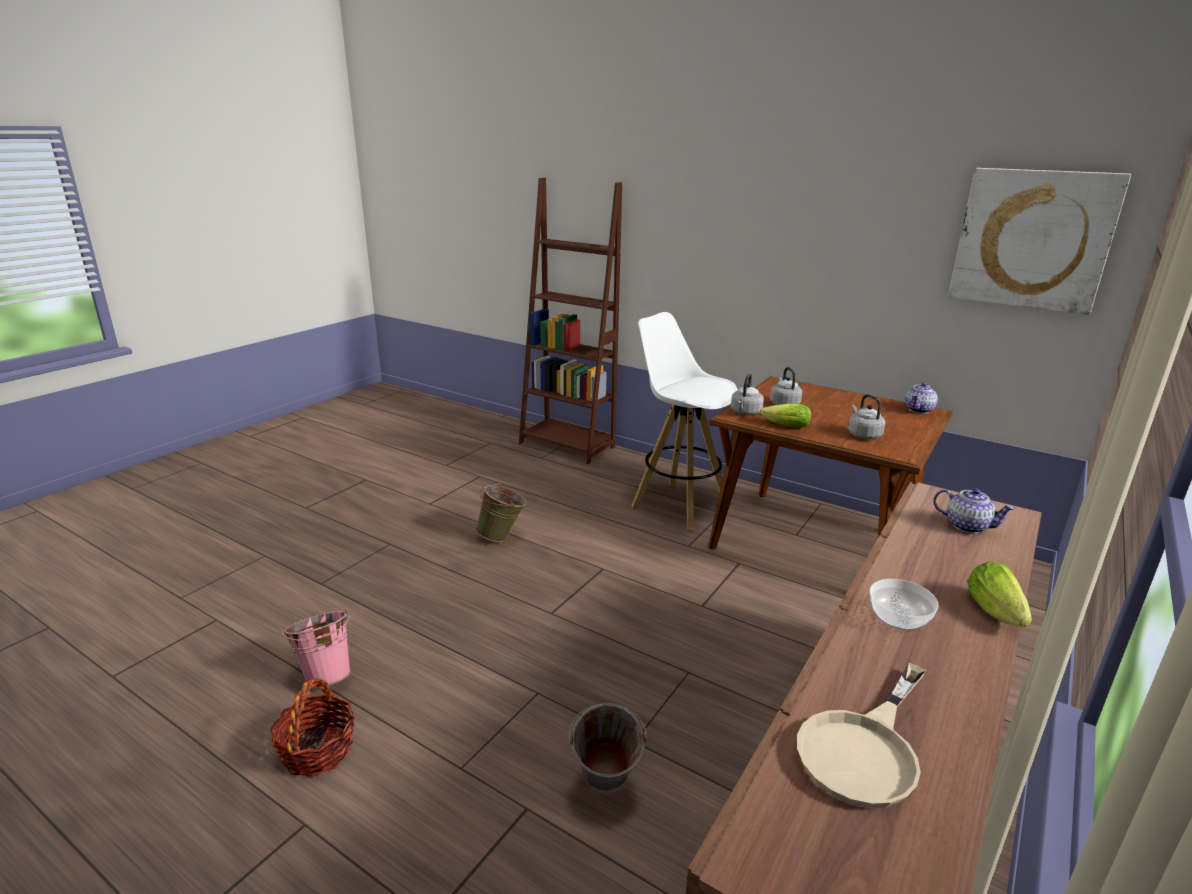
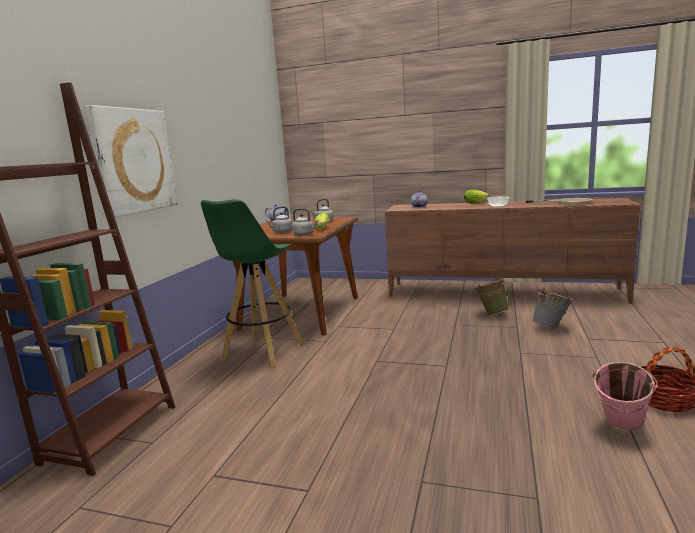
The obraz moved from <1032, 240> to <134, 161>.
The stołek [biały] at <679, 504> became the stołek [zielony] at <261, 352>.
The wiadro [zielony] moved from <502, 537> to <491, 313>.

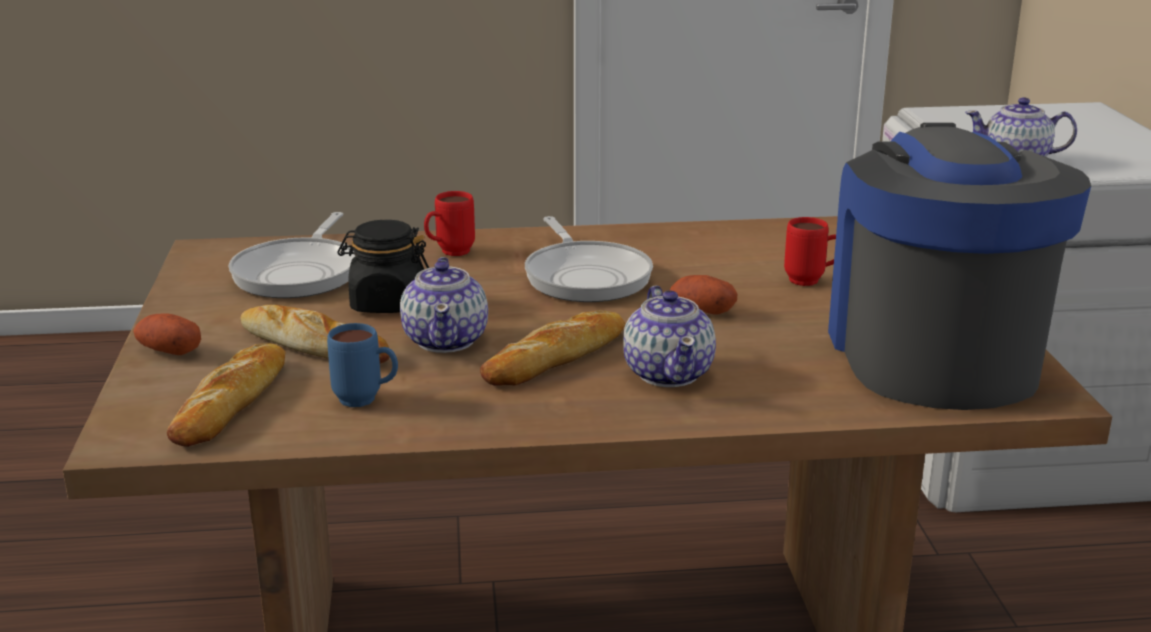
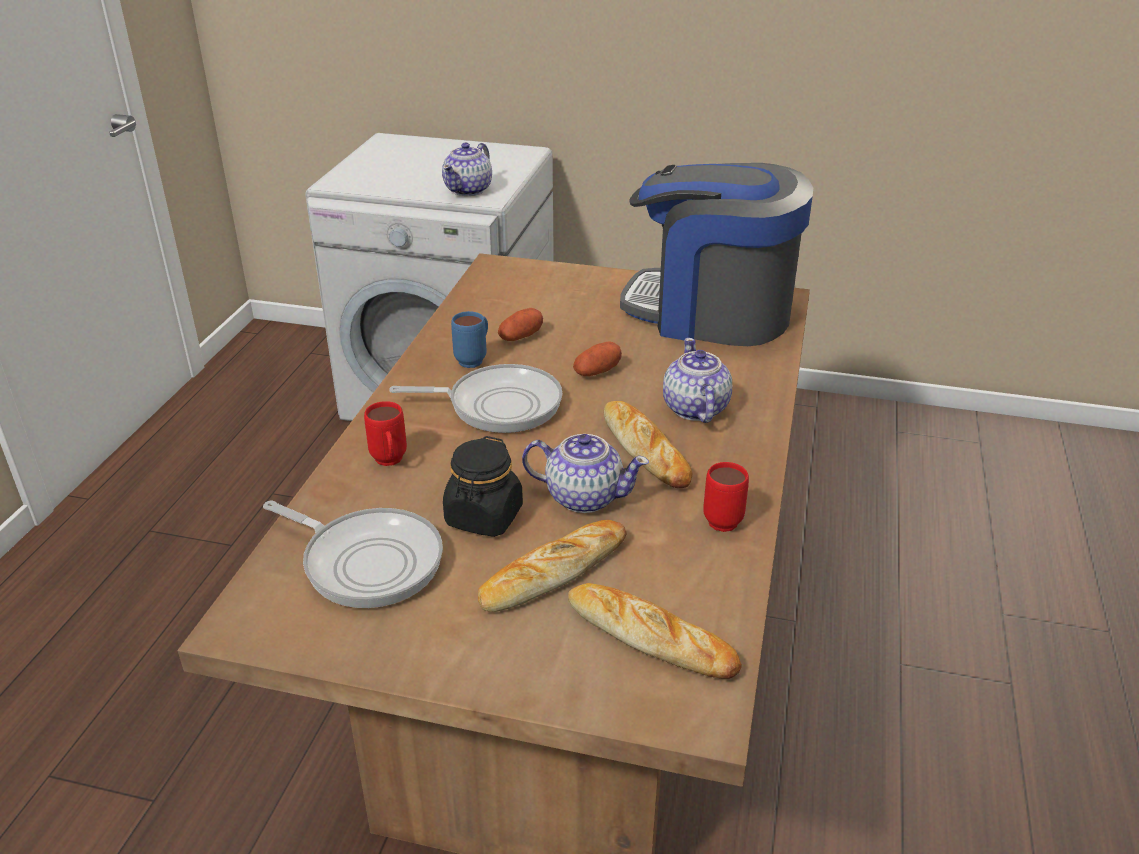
The kubek [czerwony] moved from <812, 281> to <726, 518>.
The imbryk at <669, 373> turned 105 degrees counterclockwise.
The ziemniak moved from <169, 351> to <521, 337>.
The kubek [niebieski] moved from <367, 401> to <474, 359>.

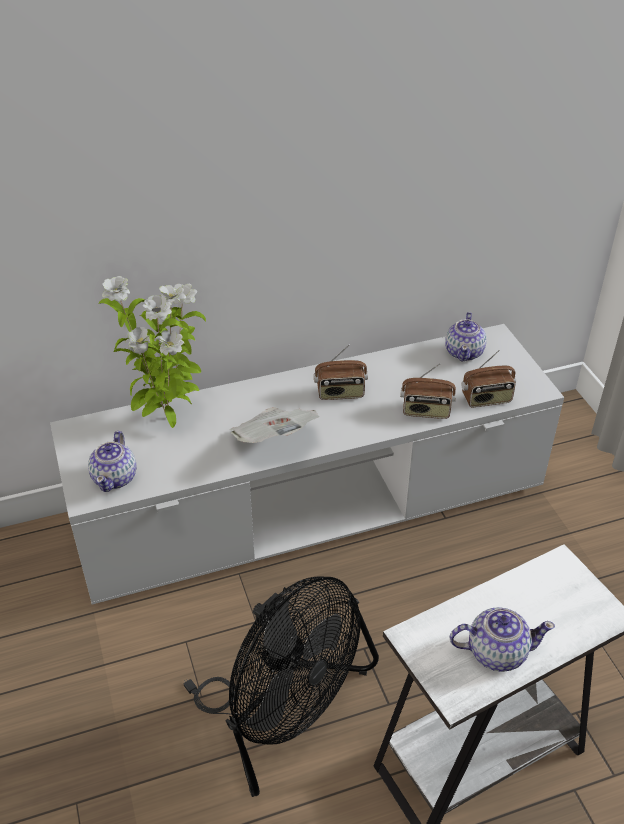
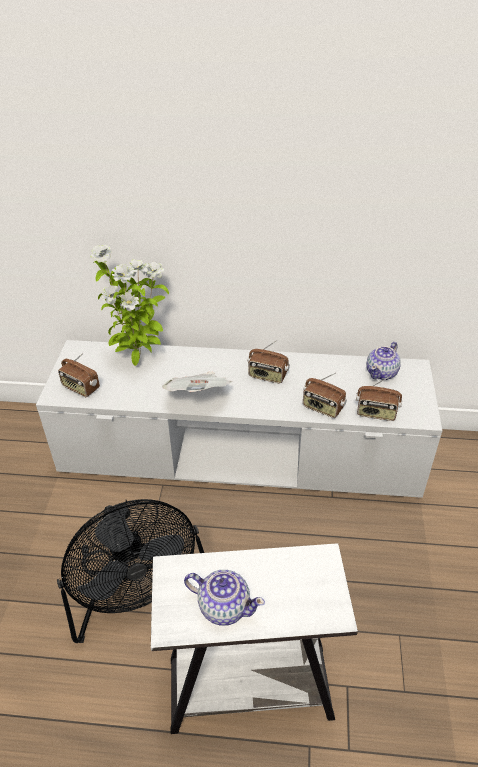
The imbryk at <115, 477> was replaced by the radio at <80, 388>.

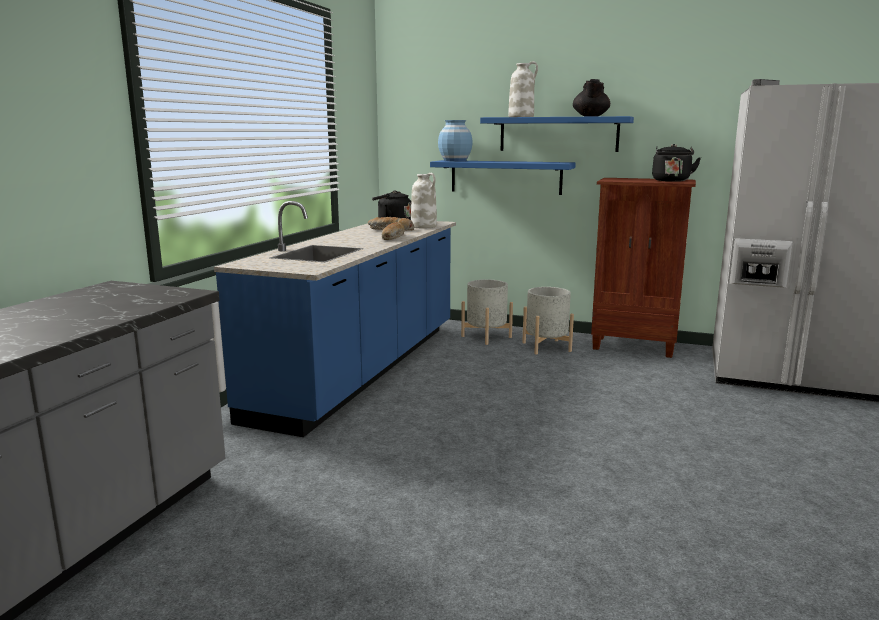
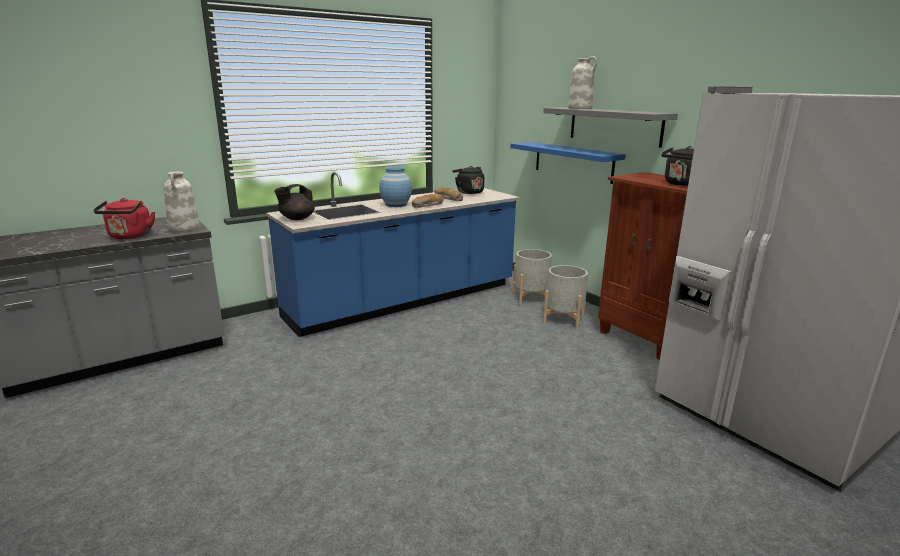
The imbryk [czarny] moved from <590, 116> to <296, 218>.
The półka [niebieski] at <558, 134> became the półka [szary] at <614, 126>.
The wazon [niebieski] moved from <455, 160> to <395, 205>.
The wazon [biały] moved from <424, 226> to <184, 228>.
The czajnik [czerwony] at <129, 237> appeared.

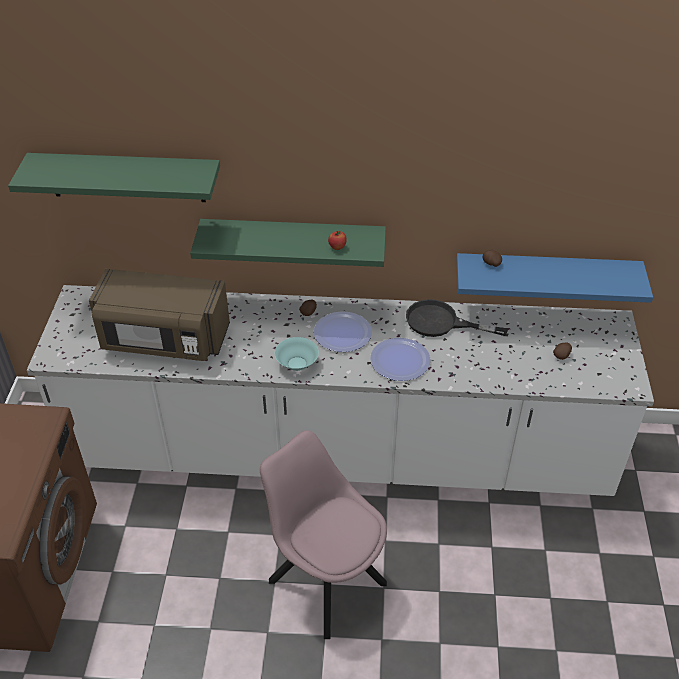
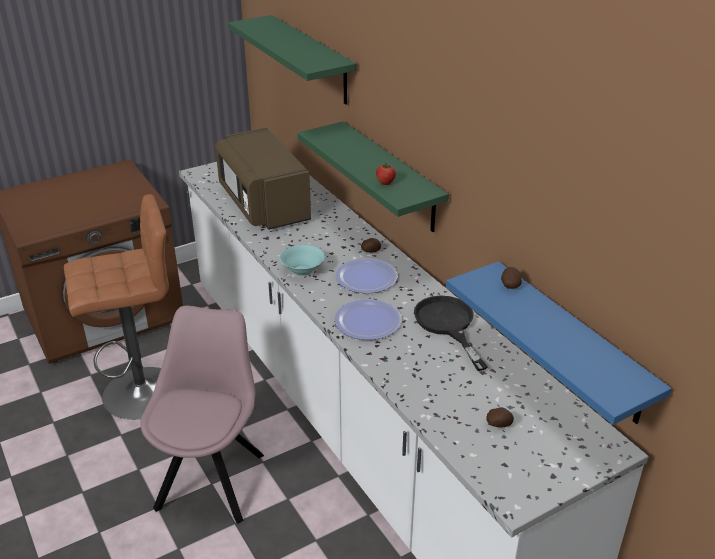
The stołek [brązowy] at <143, 393> appeared.

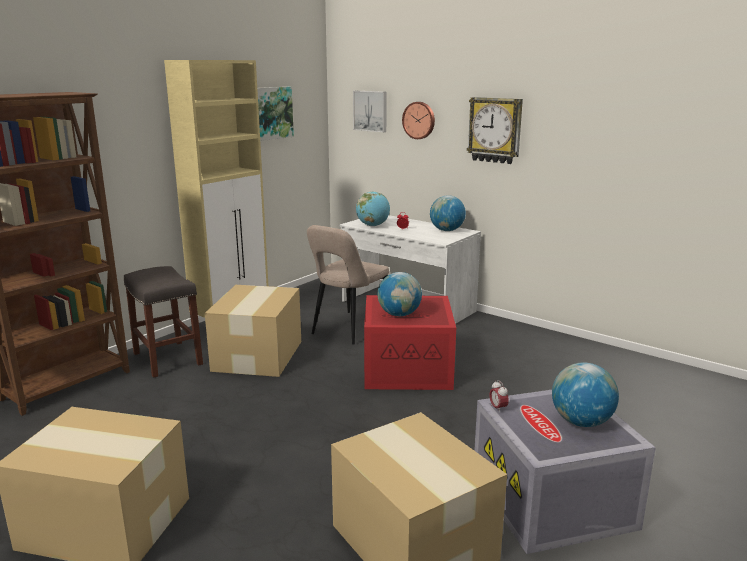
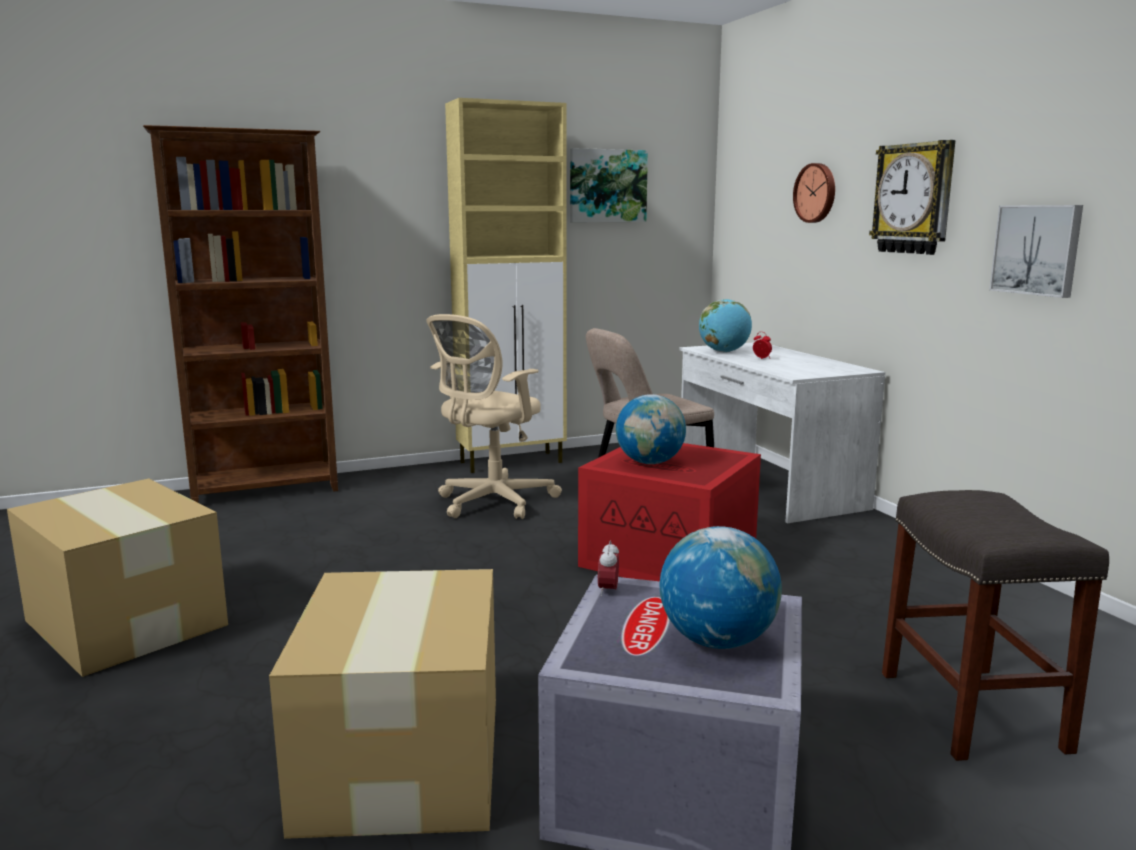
The obraz moved from <371, 111> to <1037, 249>.
The globus at <446, 230> disappeared.
The stołek [szary] moved from <166, 358> to <968, 709>.
The karton at <256, 356> was replaced by the krzesło biurowe [beżowy] at <491, 503>.

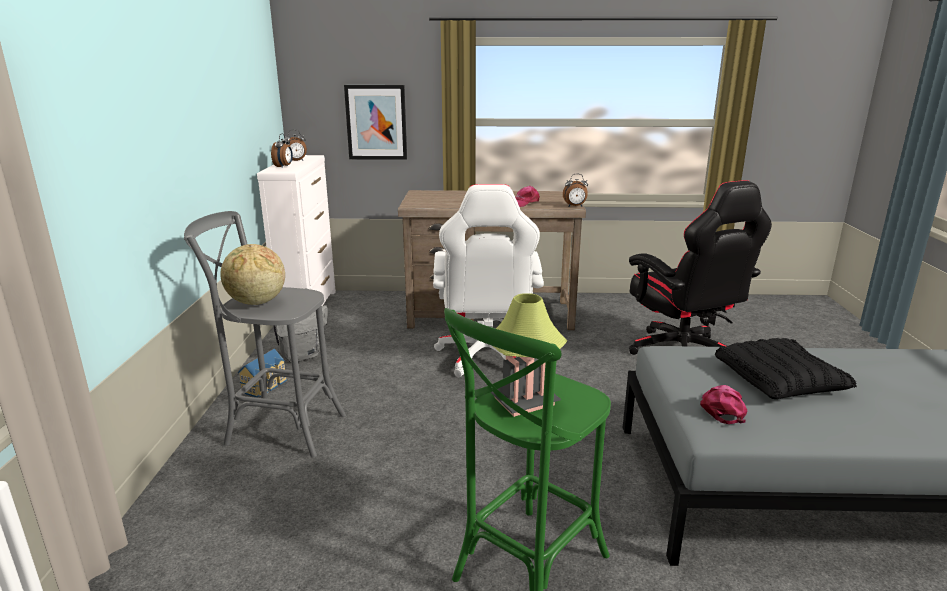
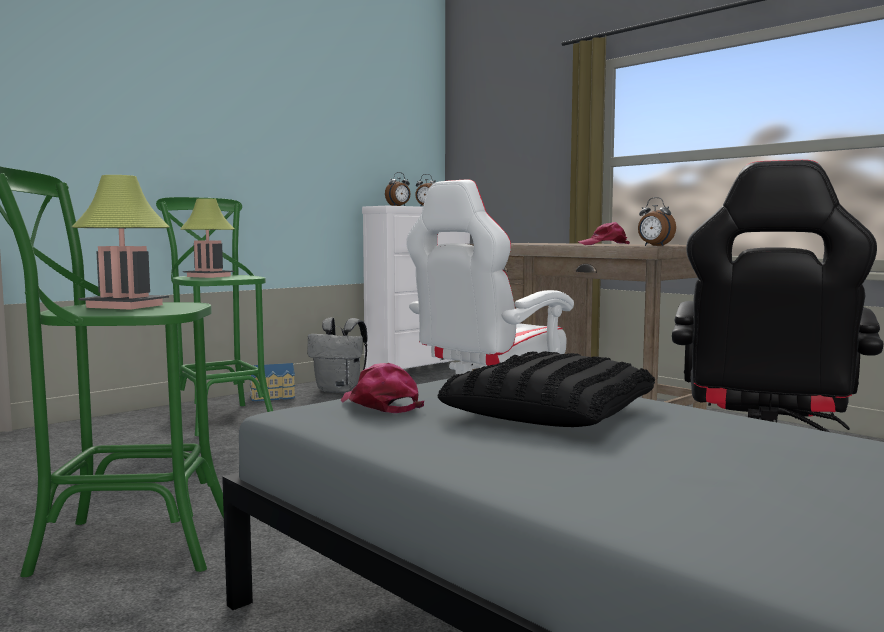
The obraz at <376, 122> disappeared.
The stołek [szary] at <281, 428> became the stołek [zielony] at <220, 417>.
The globus at <256, 302> was replaced by the lampa stołowa at <208, 276>.
The czapka z daszkiem [różowy] at <722, 409> turned 90 degrees counterclockwise.

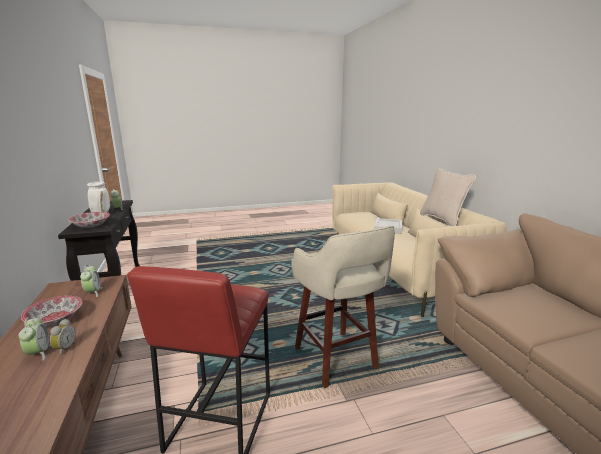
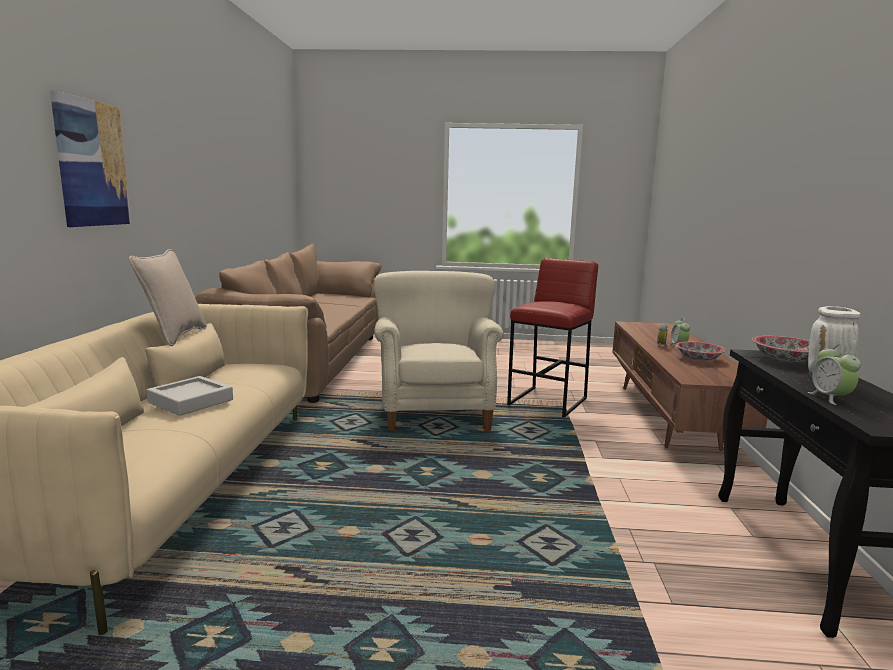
The stołek [beżowy] at <336, 360> was replaced by the fotel [beżowy] at <435, 409>.
The budzik at <93, 292> disappeared.
The obraz at <92, 163> appeared.

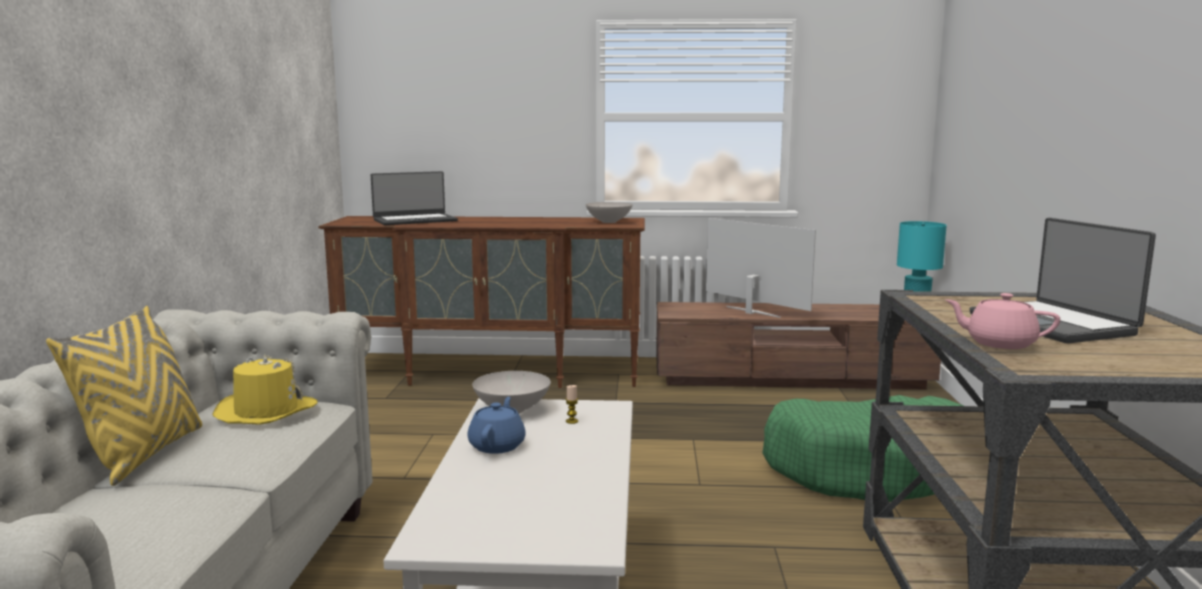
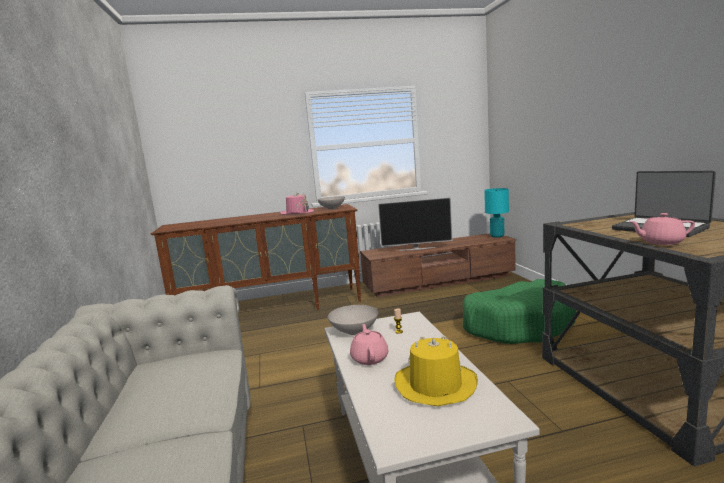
The laptop at <414, 220> disappeared.
The telewizor at <752, 312> turned 150 degrees clockwise.
The poduszka [żółty] at <143, 454> disappeared.
The kapelusz [żółty] moved from <265, 411> to <435, 385>.
The imbryk [niebieski] at <497, 445> became the imbryk [różowy] at <369, 358>.
The kapelusz [różowy] at <297, 213> appeared.

